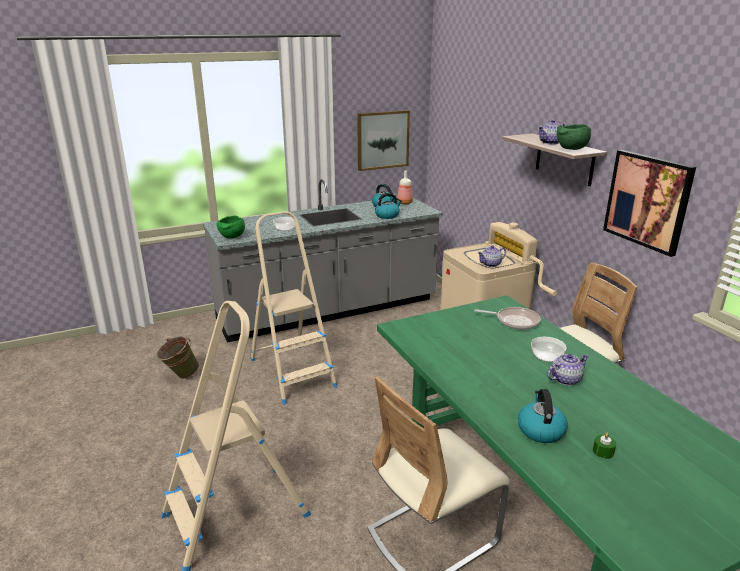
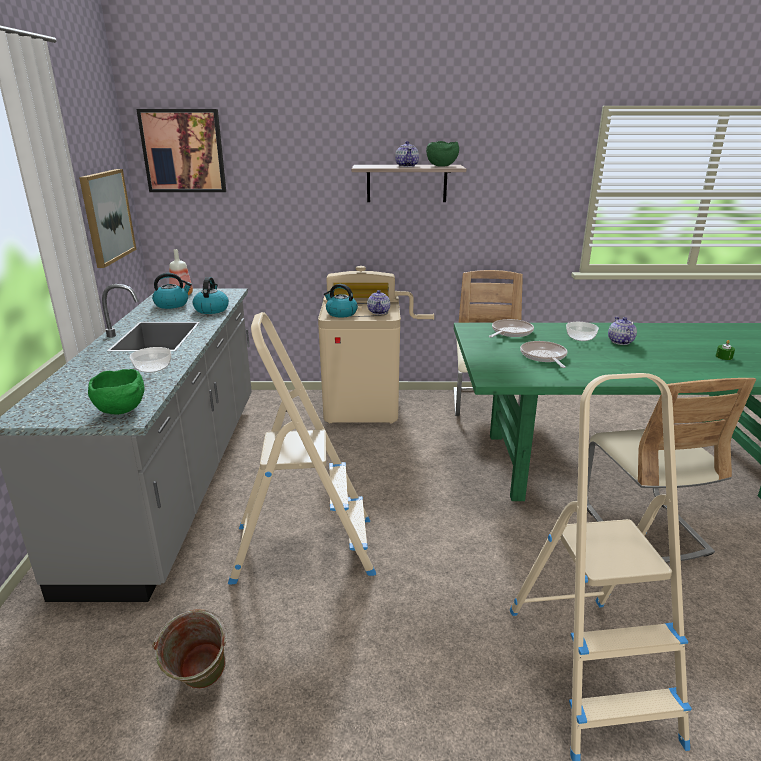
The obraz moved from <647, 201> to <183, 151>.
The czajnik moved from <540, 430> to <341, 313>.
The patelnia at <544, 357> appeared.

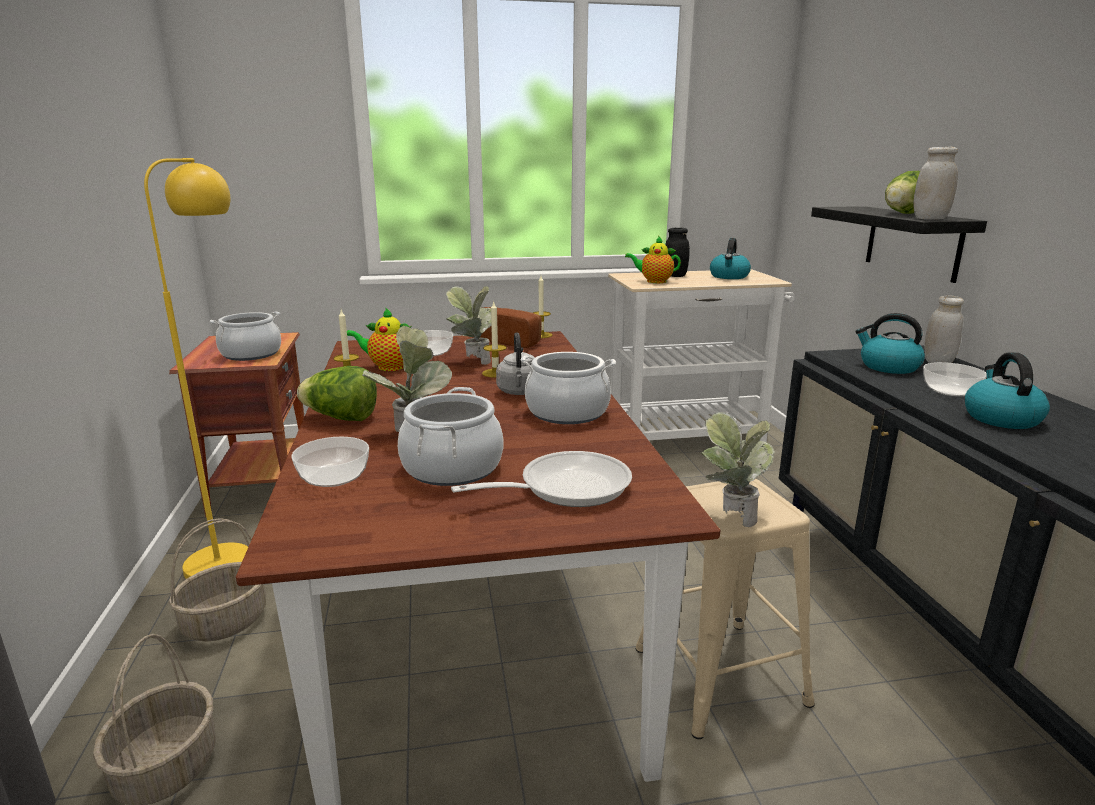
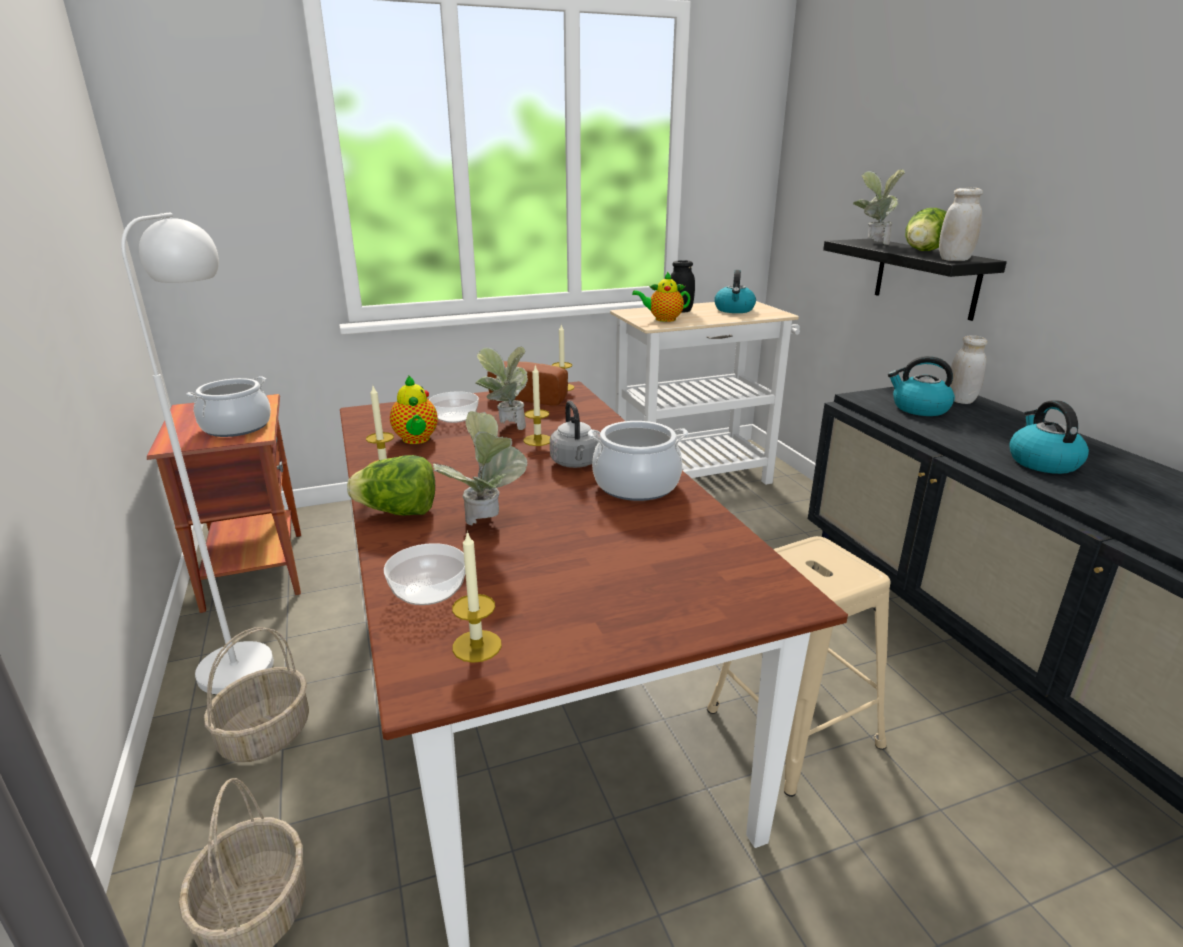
The lampa stojąca [żółty] at <234, 556> became the lampa stojąca [biały] at <249, 656>.
The imbryk at <388, 367> turned 105 degrees counterclockwise.
The miska at <950, 391> disappeared.
The garnek at <451, 468> disappeared.
The roślina doniczkowa moved from <730, 517> to <872, 243>.
The patelnia at <565, 487> disappeared.
The świeca at <477, 646> appeared.

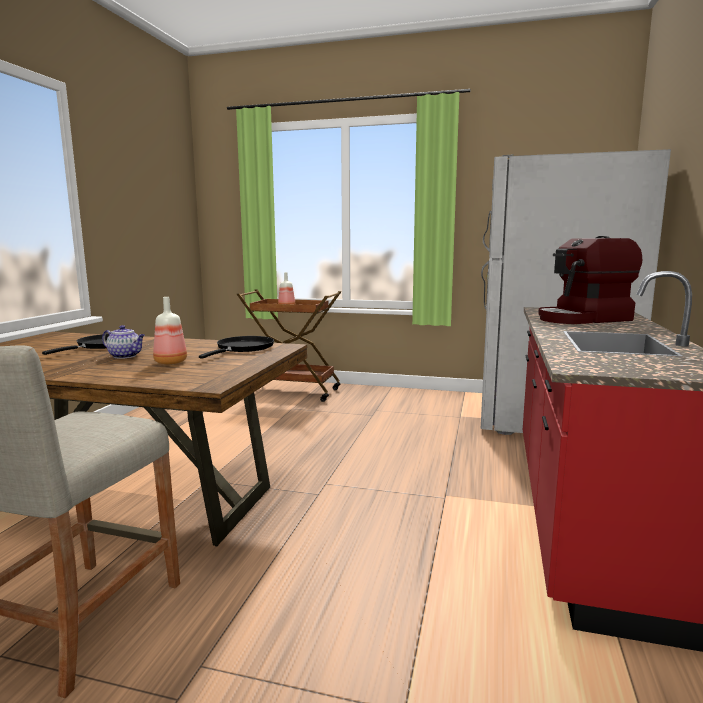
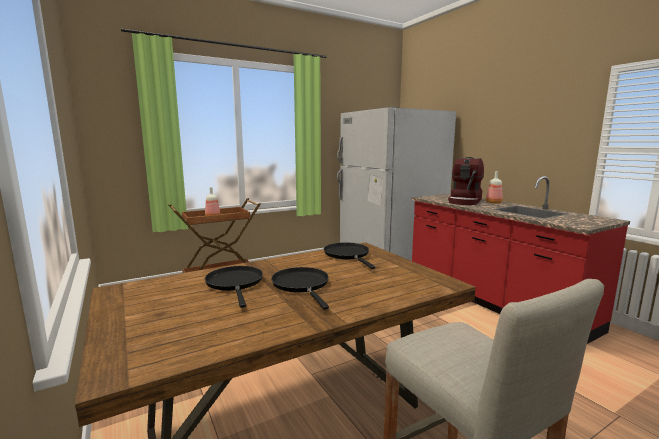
The butelka moved from <170, 362> to <494, 203>.
The imbryk at <126, 356> was replaced by the patelnia [czarny] at <302, 285>.

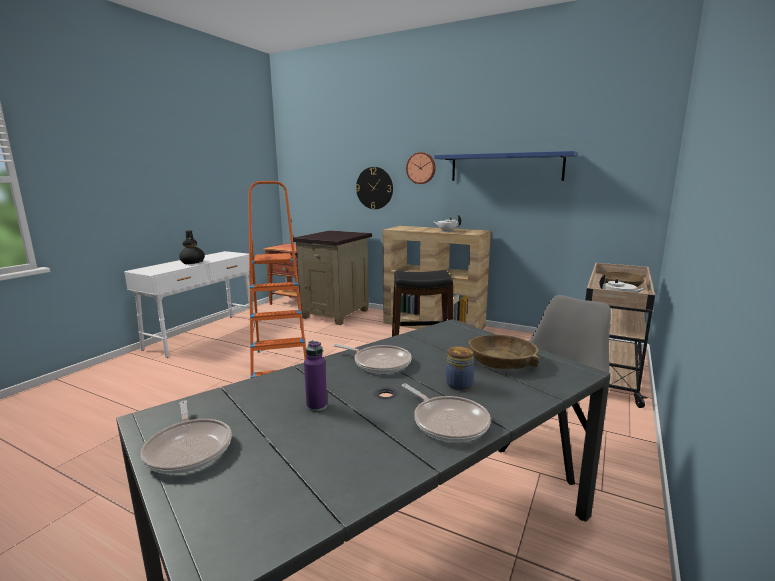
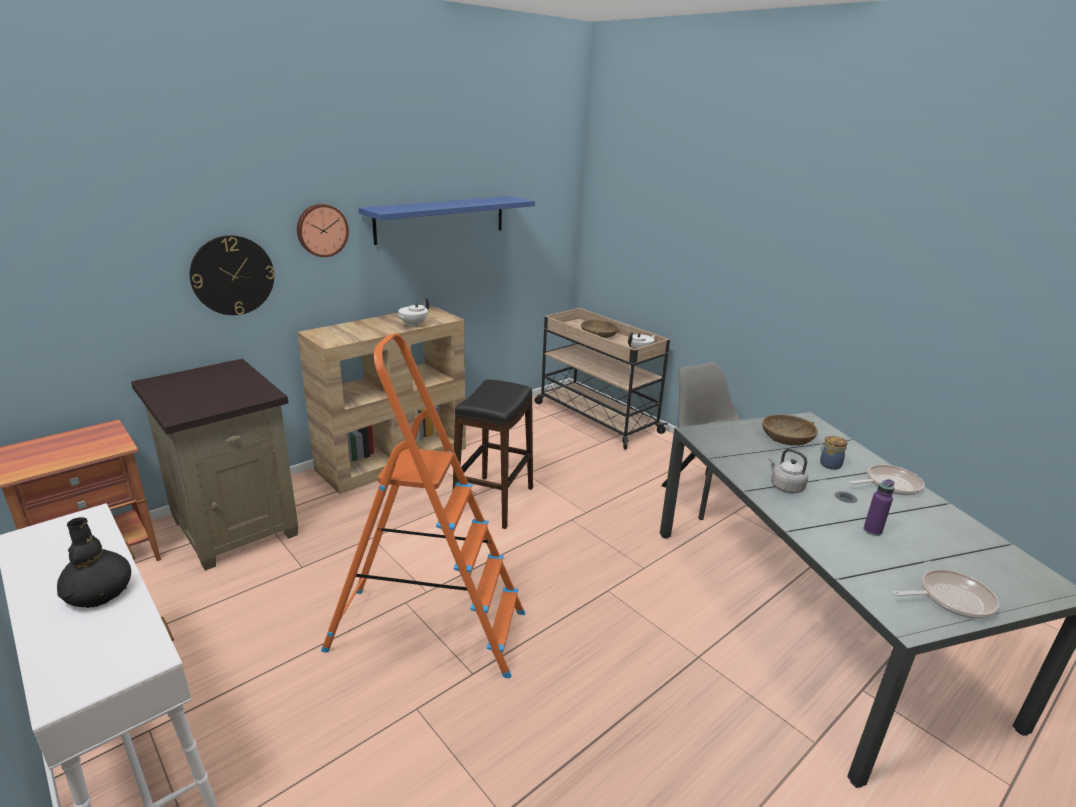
The patelnia at <379, 363> was replaced by the czajnik [szary] at <785, 487>.

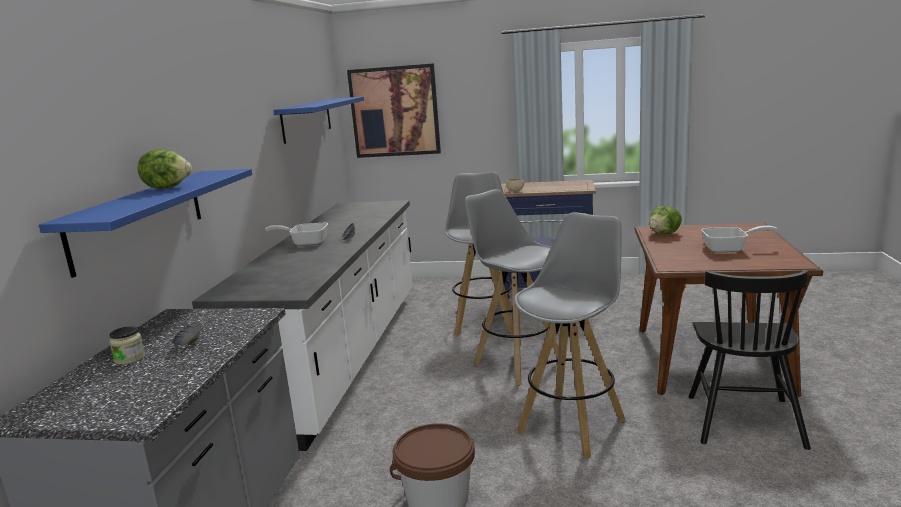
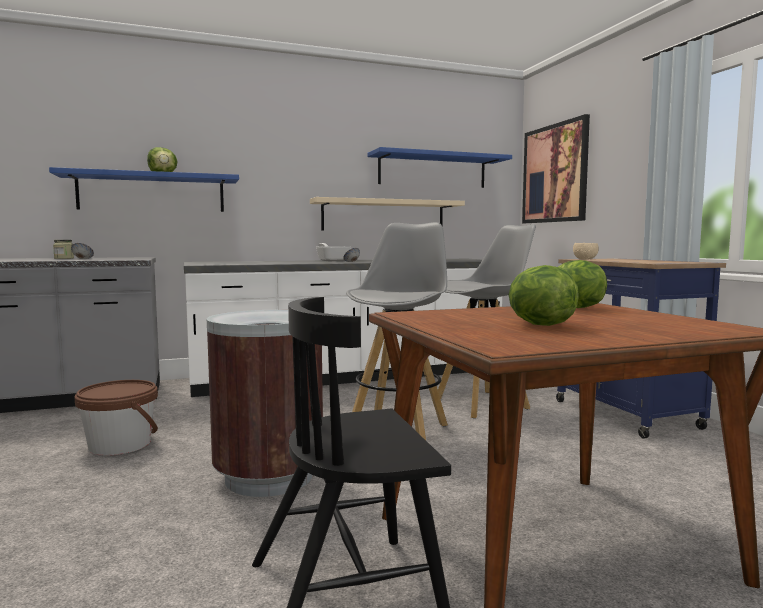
The stołek [szary] at <573, 425> was replaced by the kosz na śmieci [brązowy] at <269, 477>.
The patelnia at <730, 249> was replaced by the sałata at <539, 325>.
The półka [beżowy] at <383, 215> appeared.

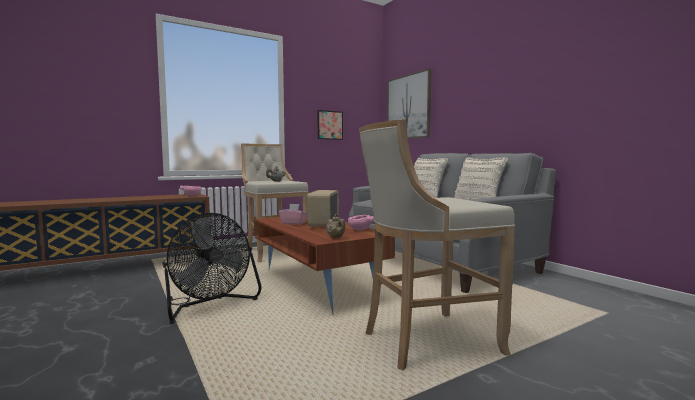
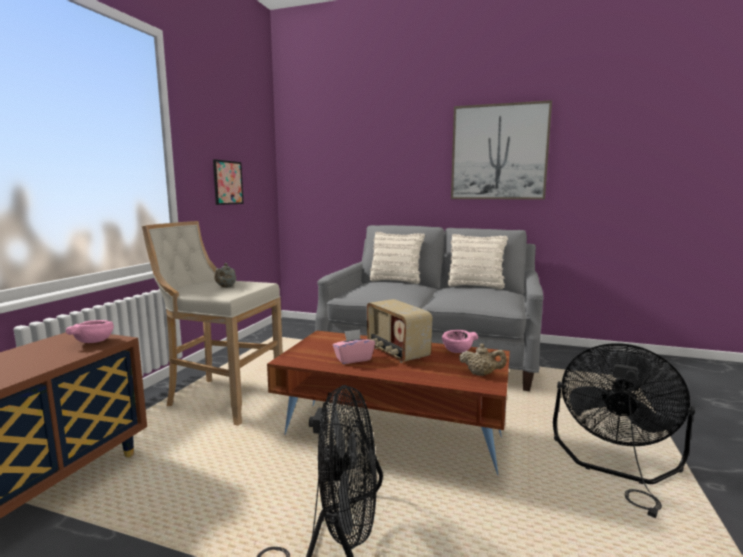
The obraz moved from <408, 107> to <499, 152>.
The stołek [beżowy] at <426, 341> was replaced by the wentylator [czarny] at <618, 468>.

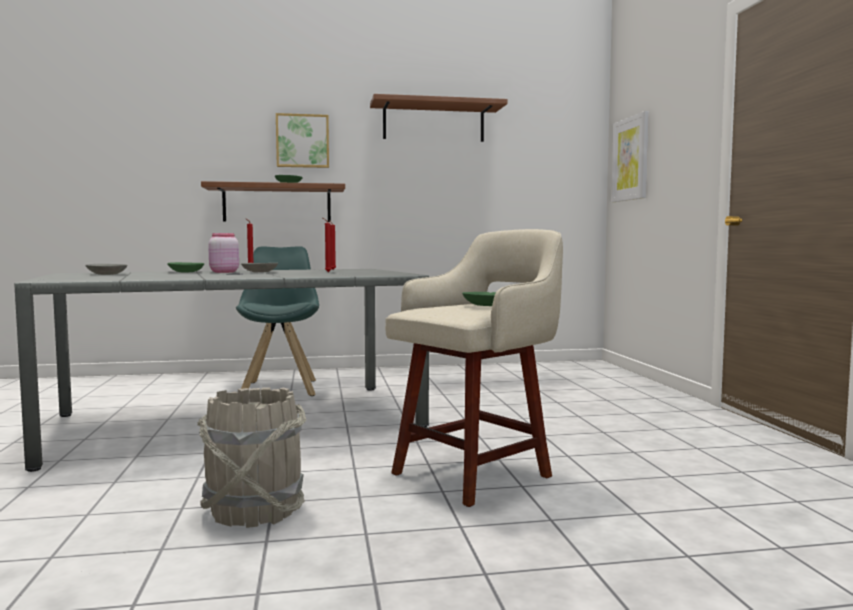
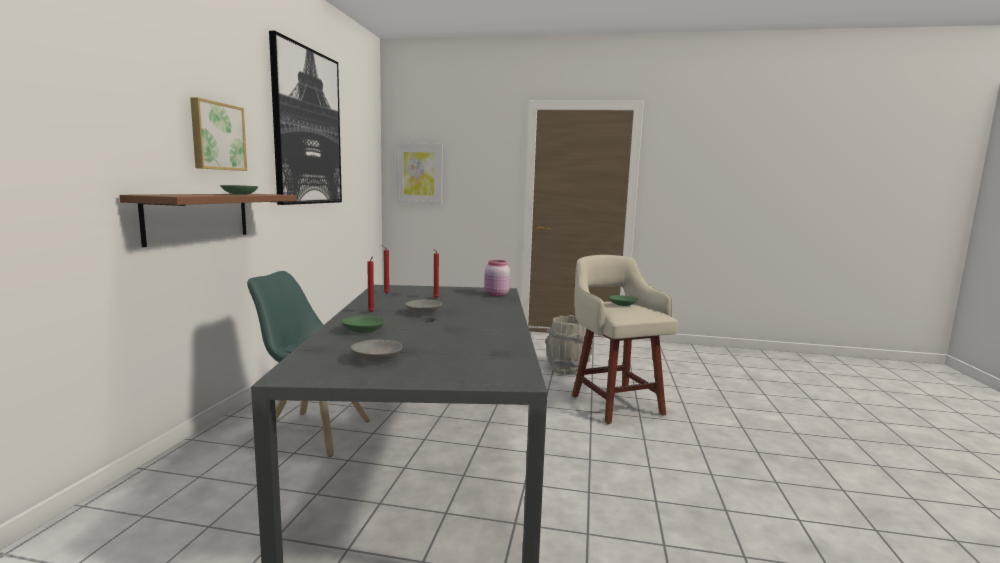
The półka [brązowy] at <433, 122> was replaced by the obraz at <307, 127>.
The słoik [różowy] moved from <223, 272> to <496, 295>.
The wiadro [szary] moved from <255, 511> to <567, 368>.

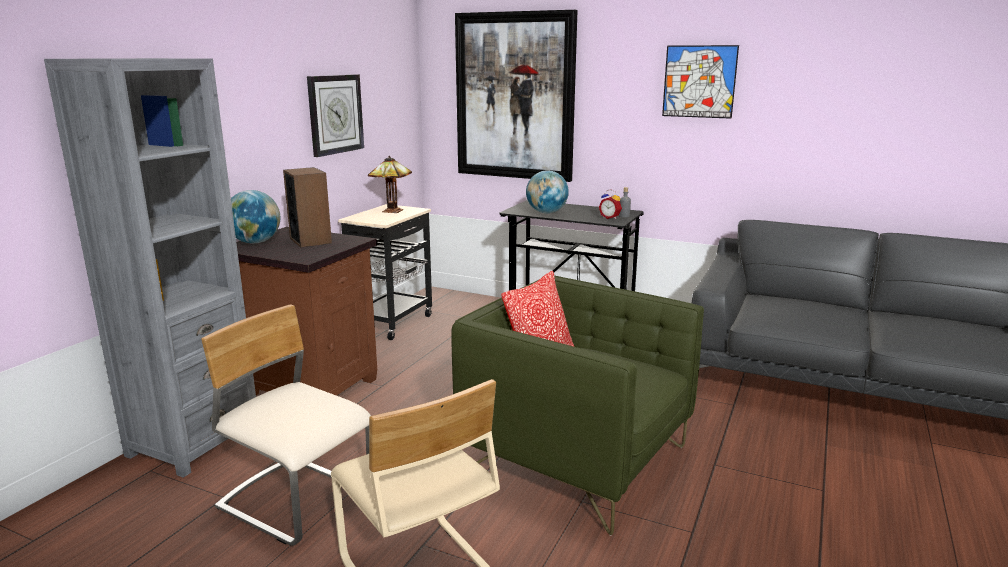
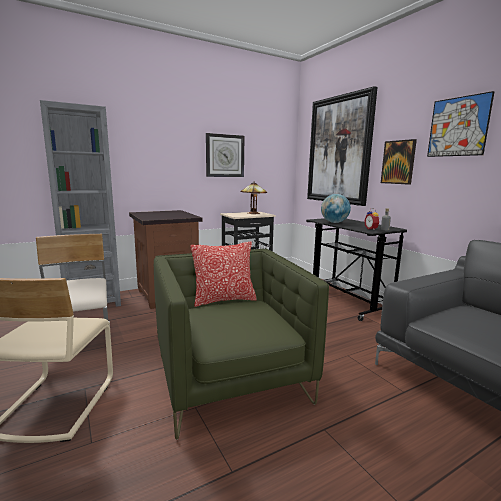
The głośnik at <311, 240> disappeared.
The globus at <255, 242> disappeared.
The obraz at <398, 162> appeared.

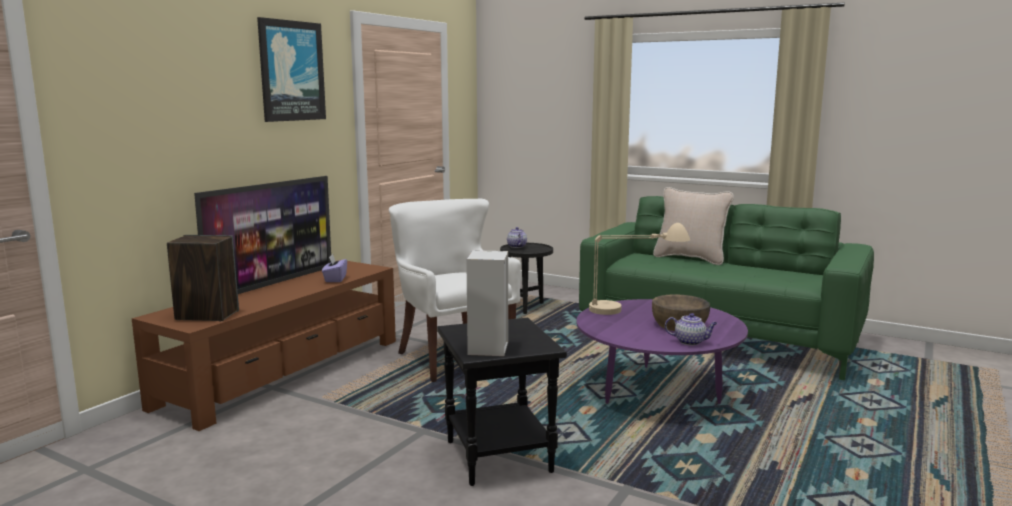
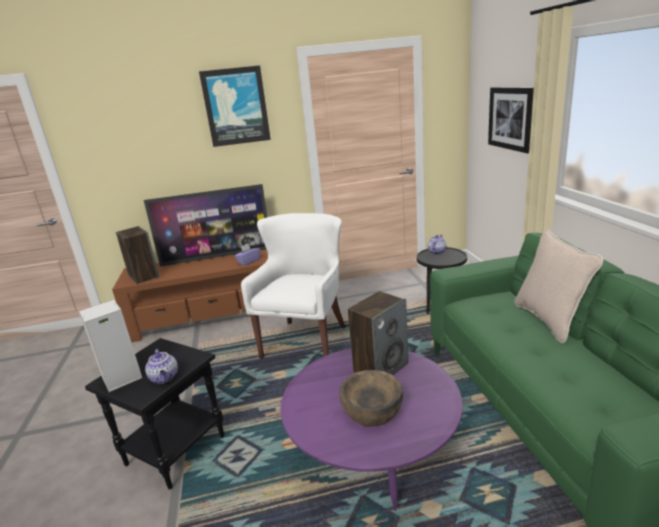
The lampa stołowa [beżowy] at <633, 309> was replaced by the głośnik at <381, 367>.
The imbryk moved from <690, 342> to <165, 378>.
The obraz at <511, 118> appeared.

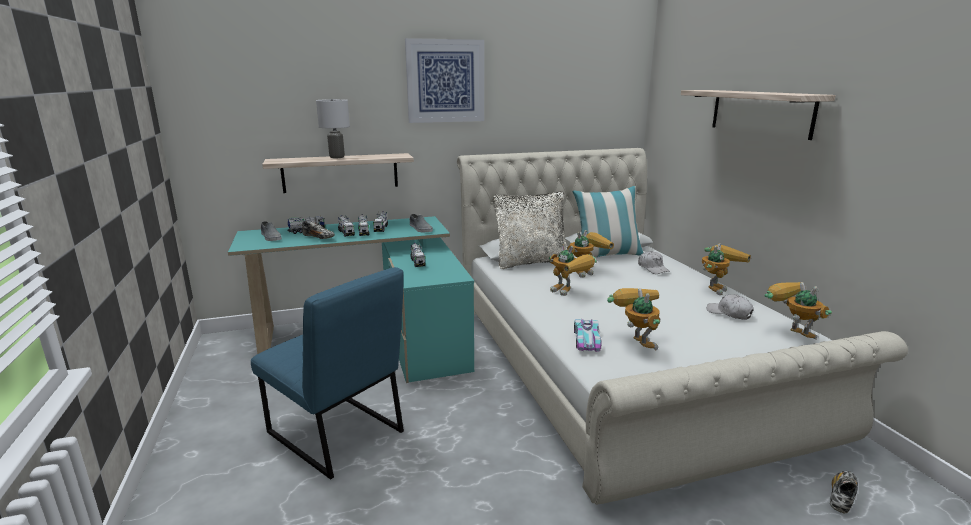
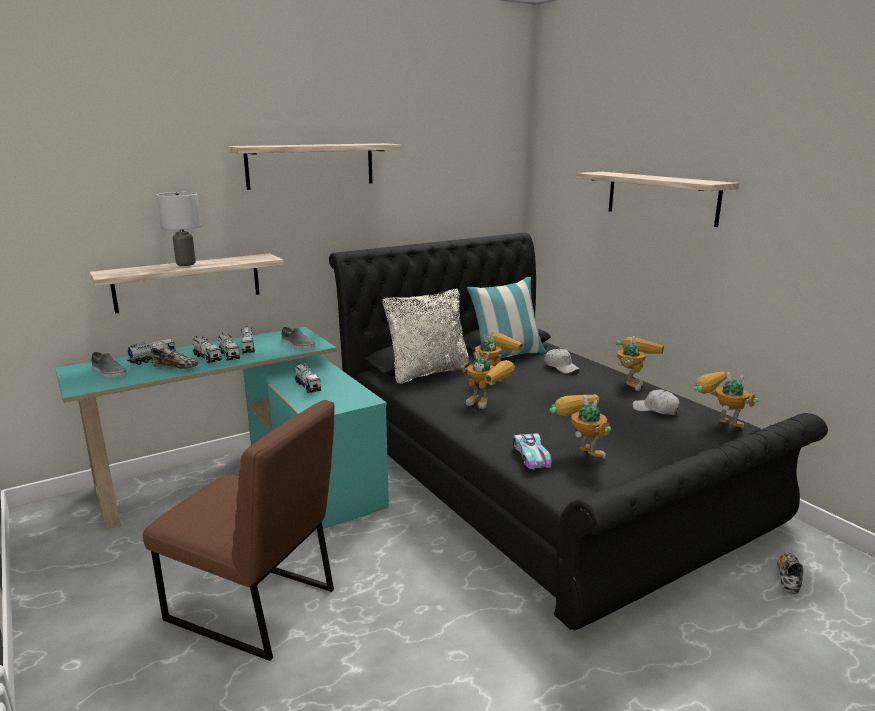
The obraz at <445, 81> was replaced by the półka at <311, 165>.
The łóżko [beżowy] at <617, 361> became the łóżko [czarny] at <538, 473>.
The krzesło [niebieski] at <337, 434> became the krzesło [brązowy] at <254, 606>.

